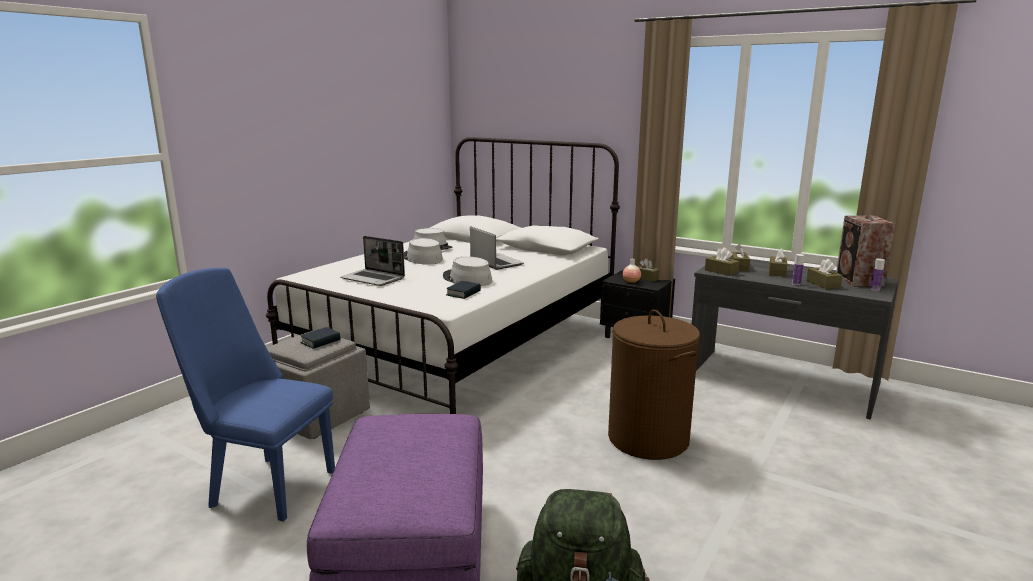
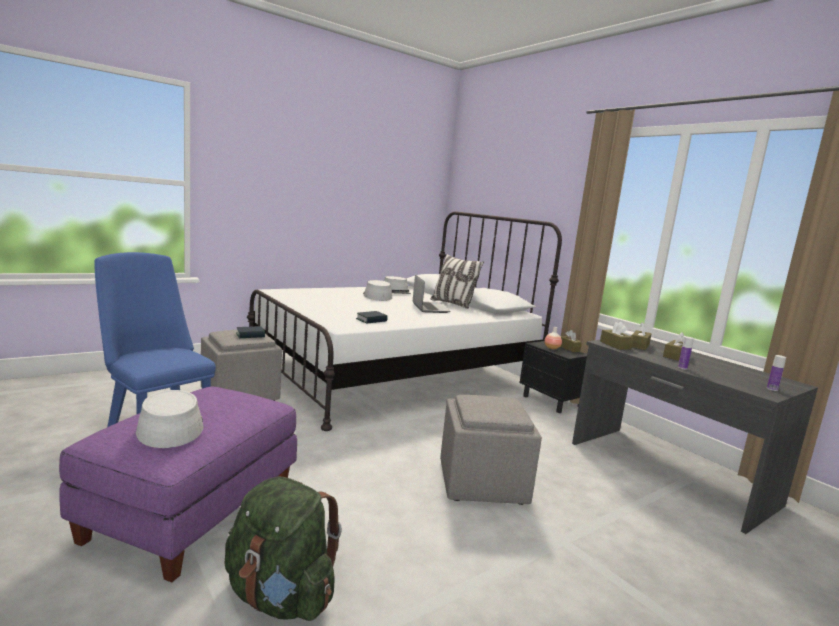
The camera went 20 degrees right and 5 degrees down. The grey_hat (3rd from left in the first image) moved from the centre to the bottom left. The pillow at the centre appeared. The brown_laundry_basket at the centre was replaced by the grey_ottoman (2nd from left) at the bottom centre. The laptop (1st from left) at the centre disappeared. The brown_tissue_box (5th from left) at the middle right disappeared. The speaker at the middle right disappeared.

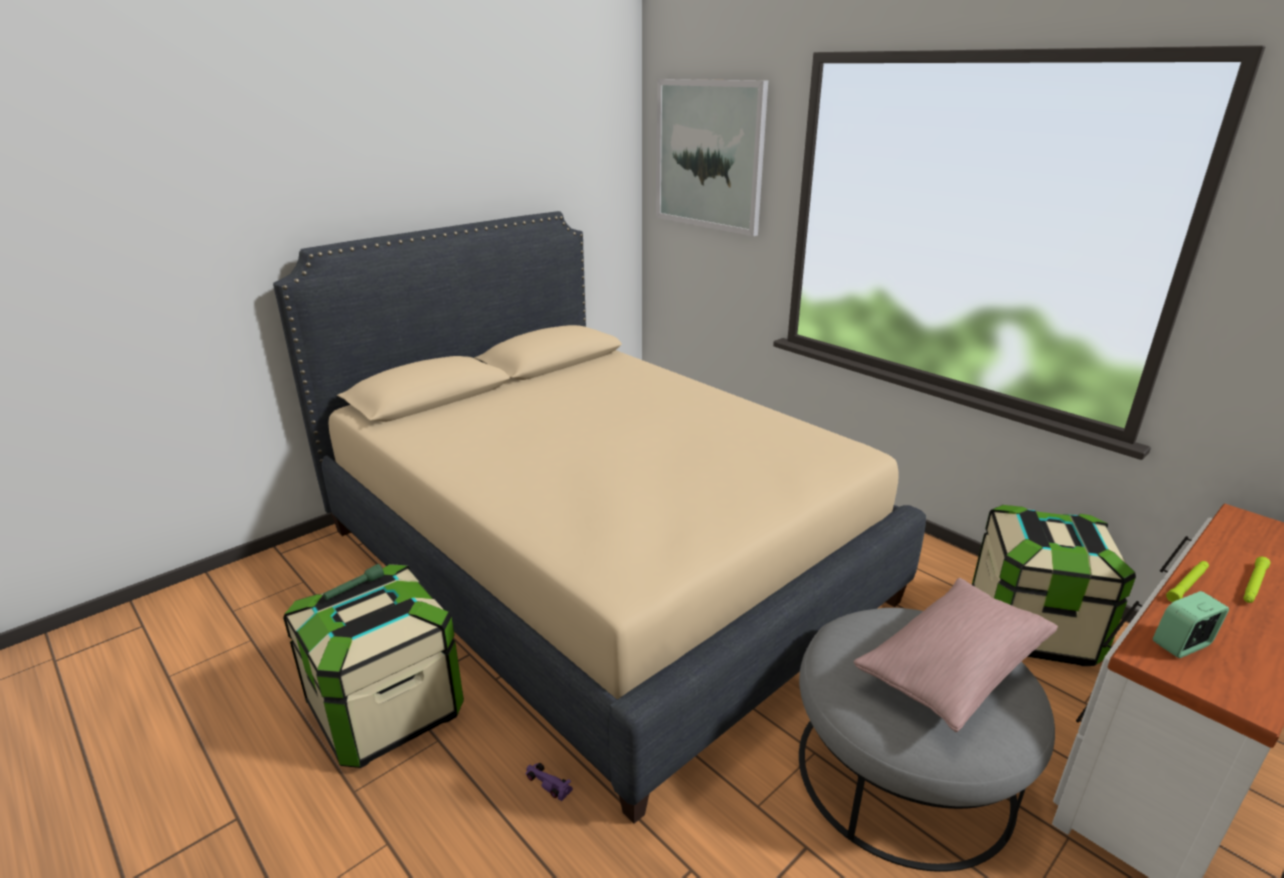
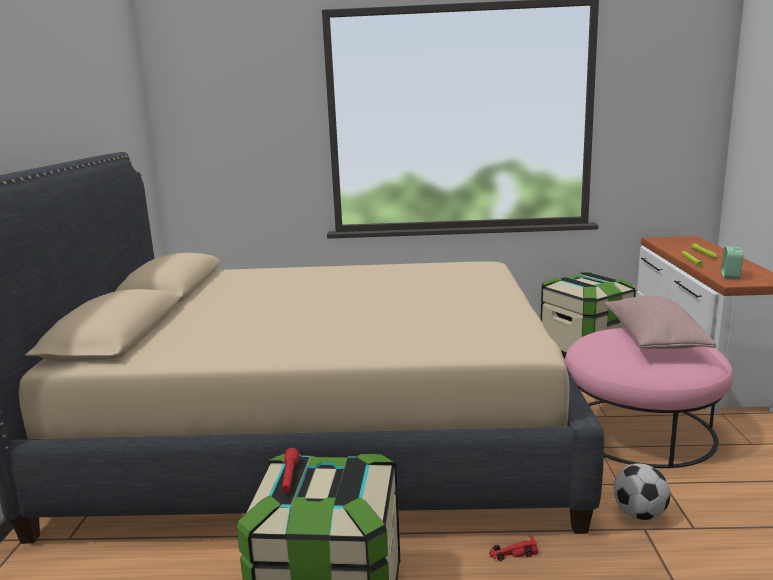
The camera went 45 degrees left and 10 degrees down. The green_flashlight (1st from left) at the middle left became the red_flashlight at the bottom centre. The purple_toy_car at the bottom centre became the red_toy_car at the bottom centre. The grey_ottoman at the bottom right became the pink_ottoman at the bottom right. The football at the bottom right appeared. The picture at the top centre disappeared.

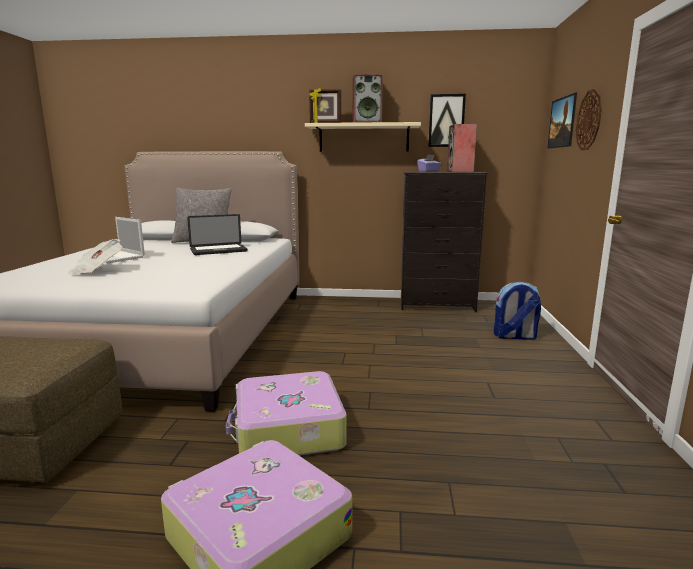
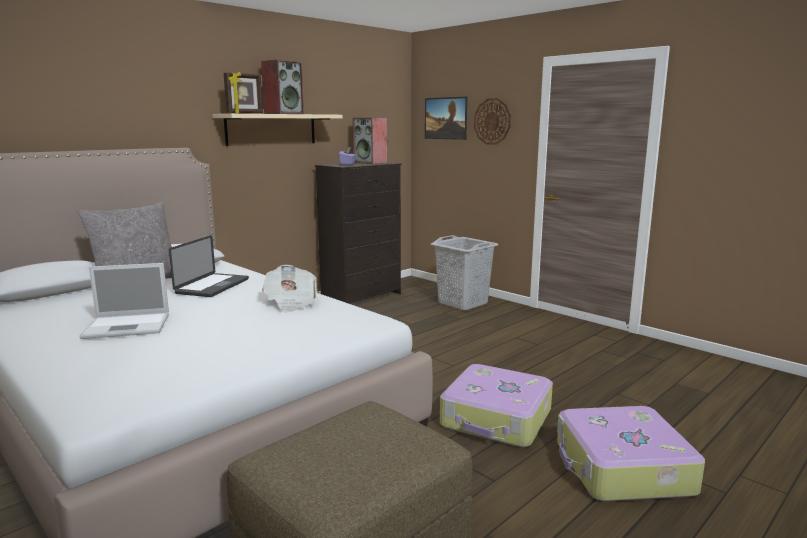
The camera went 50 degrees left and 0 degrees up. The newspaper moved from the middle left to the centre. The backpack at the middle right was replaced by the grey_laundry_basket at the centre. The picture (1st from left) at the top centre disappeared.

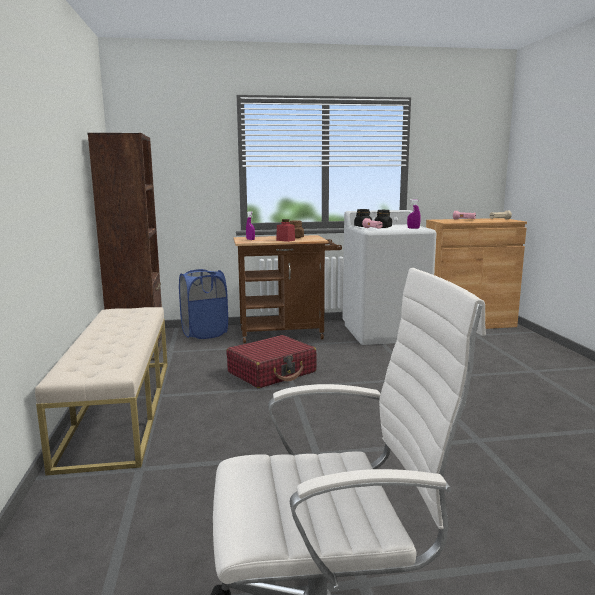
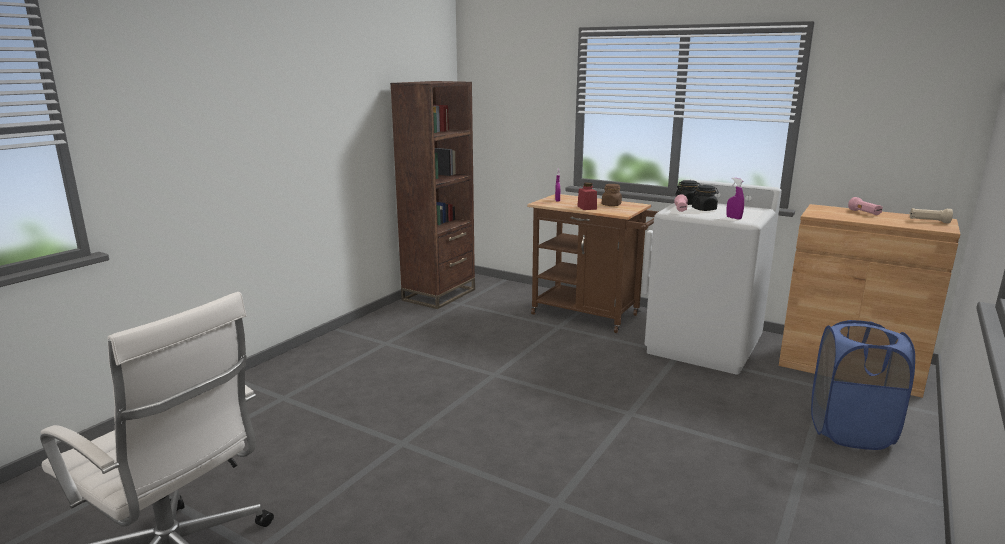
The camera went 40 degrees right and 5 degrees up. The blue_laundry_basket moved from the centre to the bottom right. The beige_bench at the middle left disappeared. The red_suitcase at the centre disappeared.

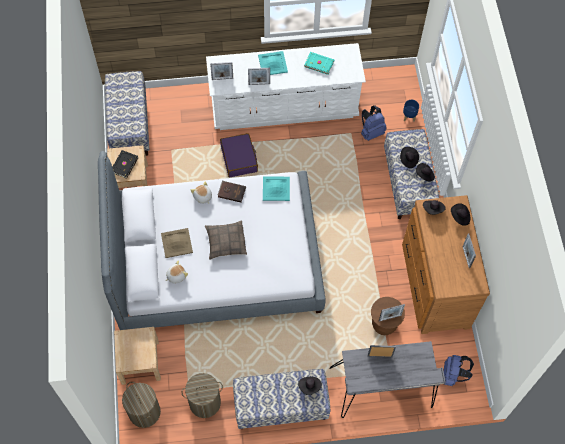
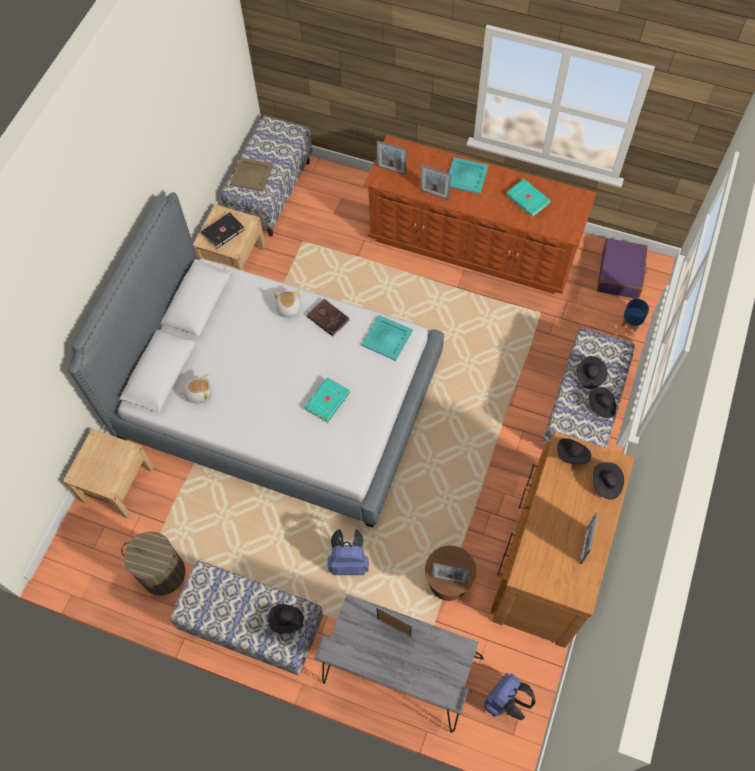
The camera went 30 degrees right and 0 degrees up. The beige_tray moved from the middle left to the top left. The turquoise_book (1st from left) at the centre appeared. The blue_backpack (1st from left) moved from the top centre to the bottom centre. The white_dresser at the top centre became the brown_dresser (1st from left) at the top centre. The purple_suitcase moved from the centre to the middle right. The laundry_basket (1st from left) at the bottom left disappeared. The pillow at the centre disappeared.

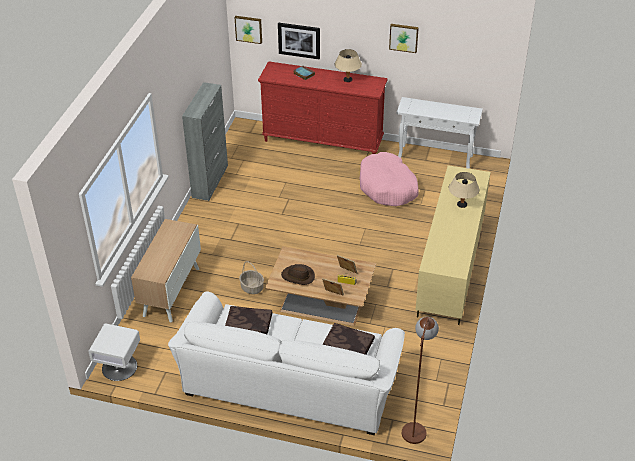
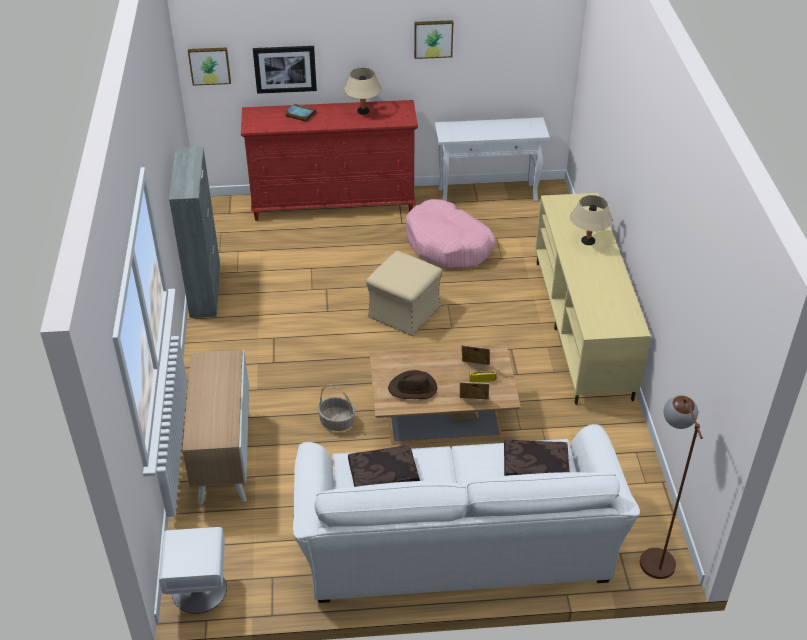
The camera went 20 degrees left and 0 degrees up. The beige_ottoman at the centre appeared.

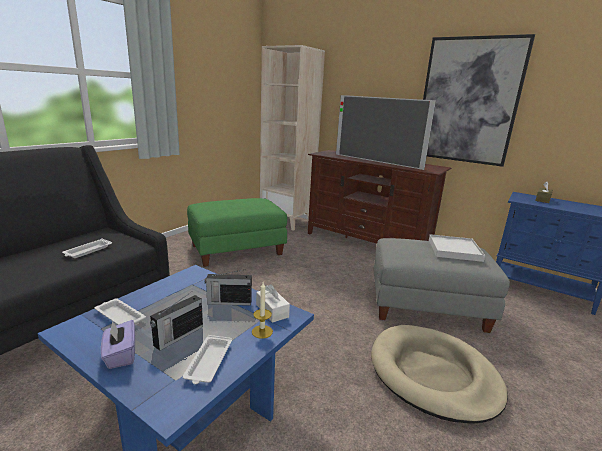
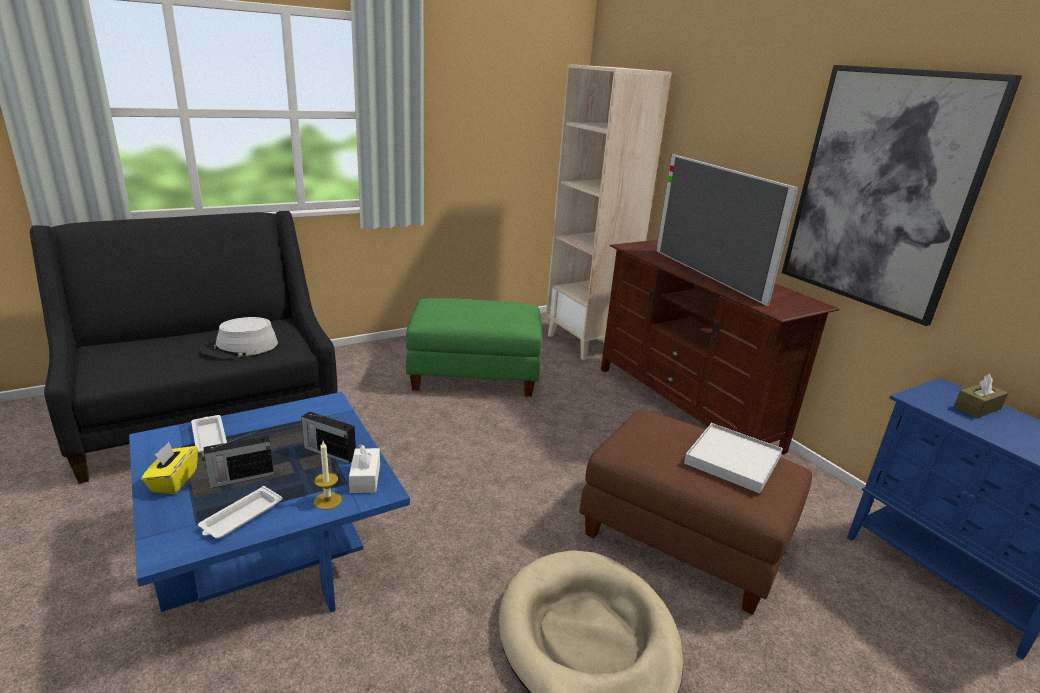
The camera went 25 degrees right and 5 degrees up. The purple_tissue_box at the bottom left became the yellow_tissue_box at the bottom left. The white_tray (1st from left) at the middle left was replaced by the grey_hat at the middle left. The grey_ottoman at the middle right became the brown_ottoman at the bottom right.

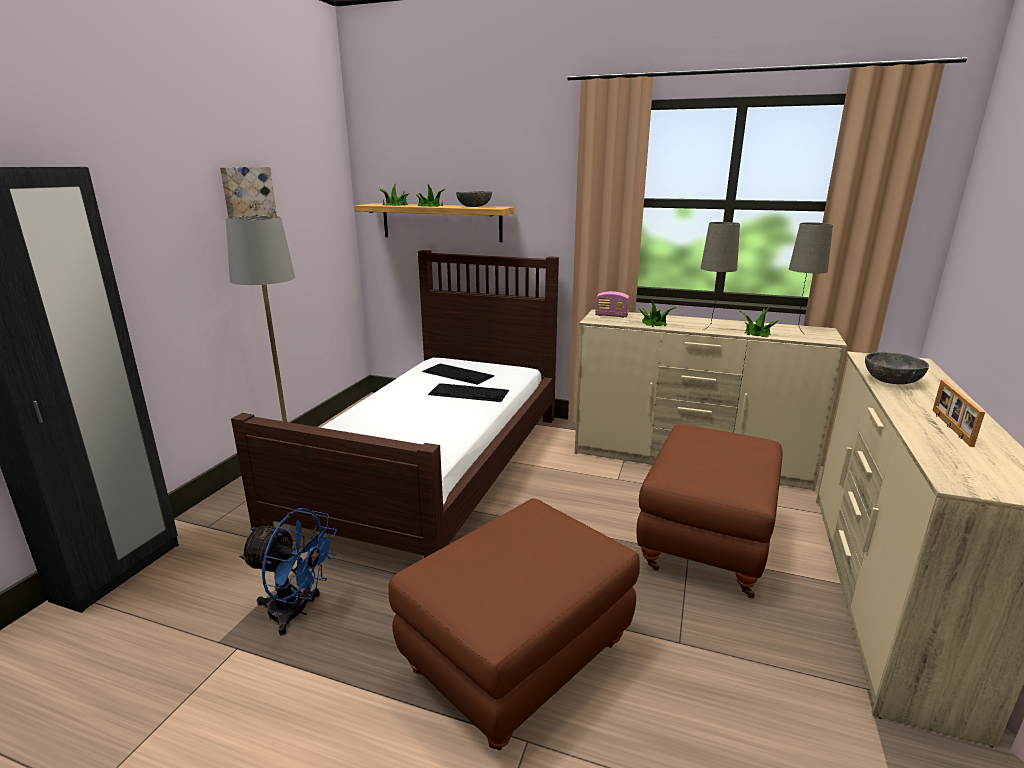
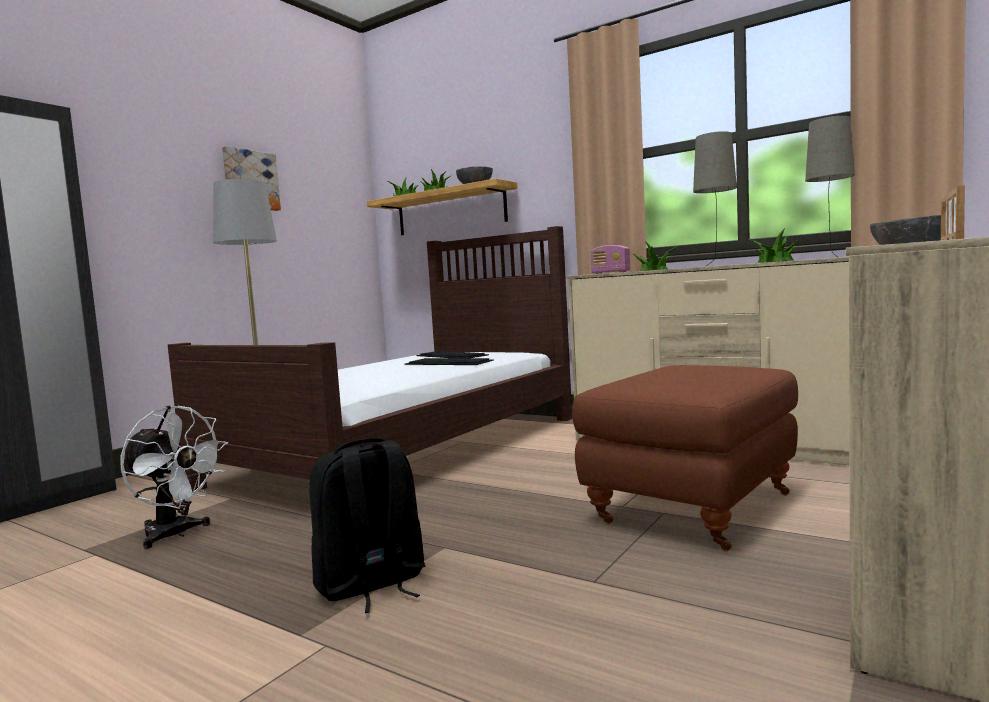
The camera went 15 degrees right and 15 degrees down. The blue_fan at the bottom left became the white_fan at the bottom left. The brown_ottoman (1st from left) at the bottom centre was replaced by the black_backpack at the bottom centre.

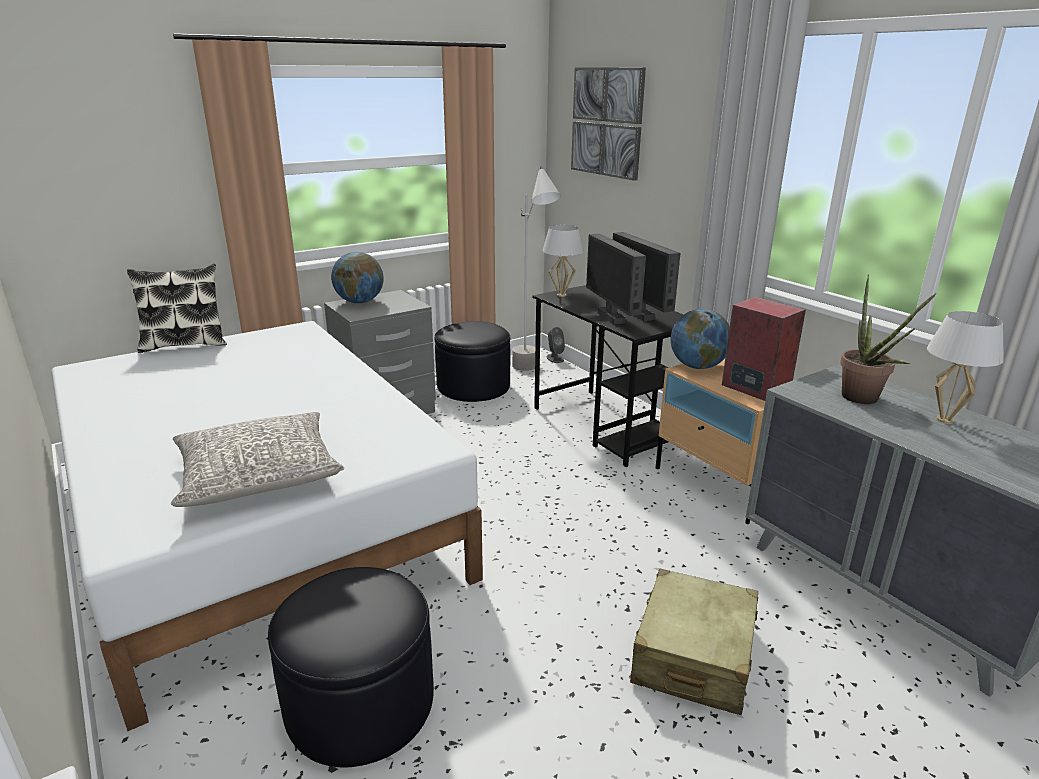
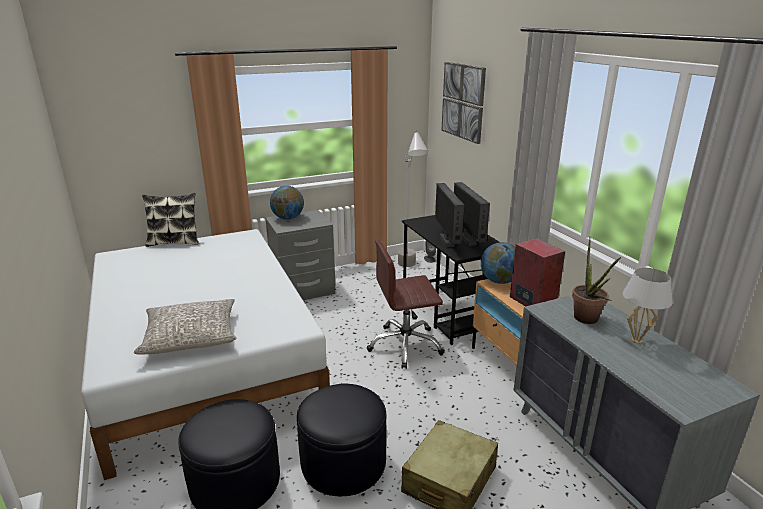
The camera went 10 degrees right and 0 degrees up. The black_ottoman (2nd from left) moved from the centre to the bottom centre. The brown_office_chair at the centre appeared. The white_table_lamp (1st from left) at the centre disappeared.

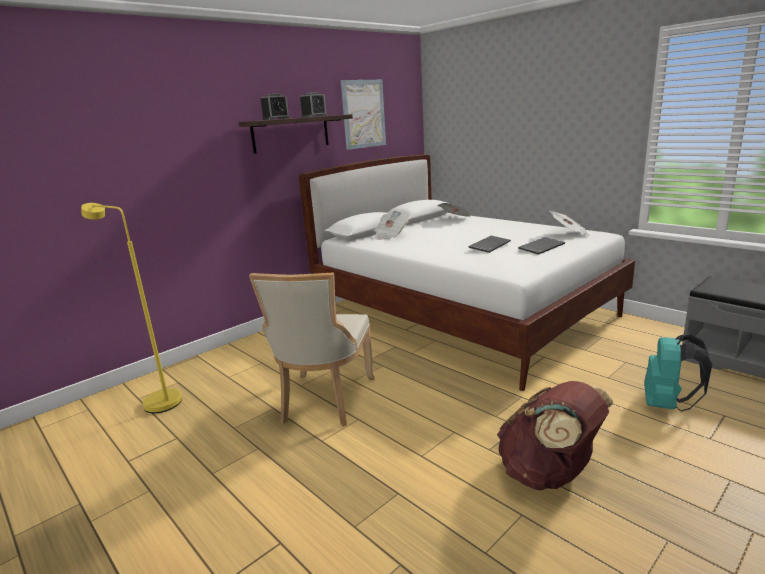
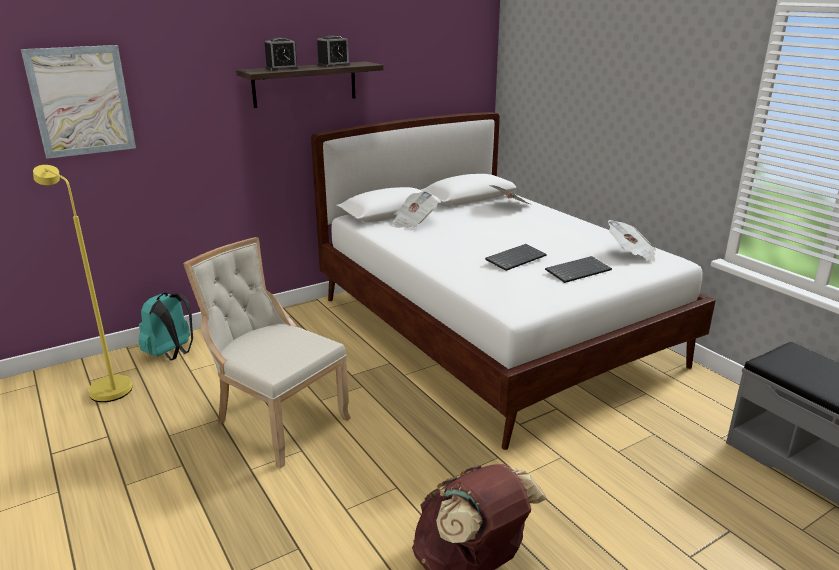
The camera went 10 degrees right and 5 degrees up. The picture moved from the top centre to the top left. The turquoise_backpack moved from the middle right to the middle left. The beige_chair at the centre turned 105 degrees clockwise.

